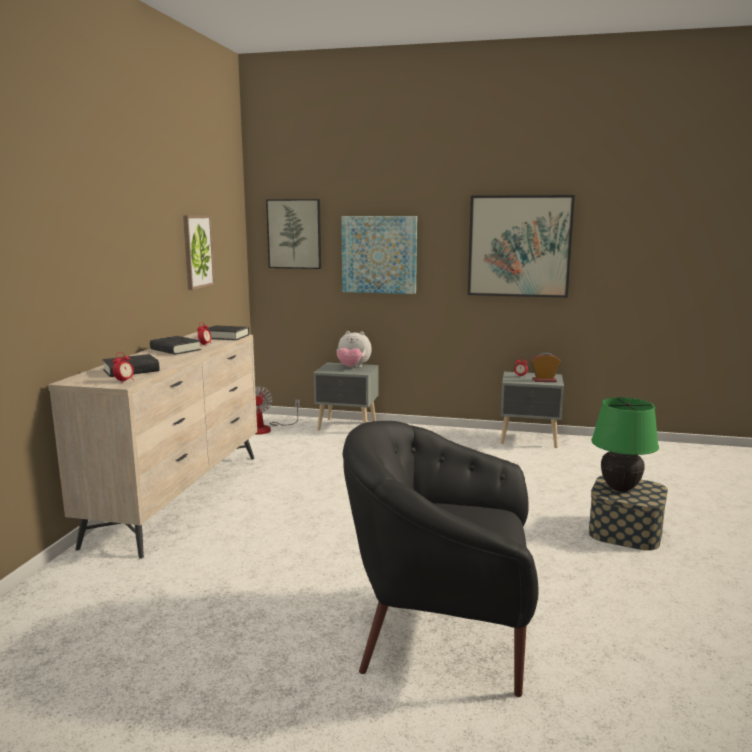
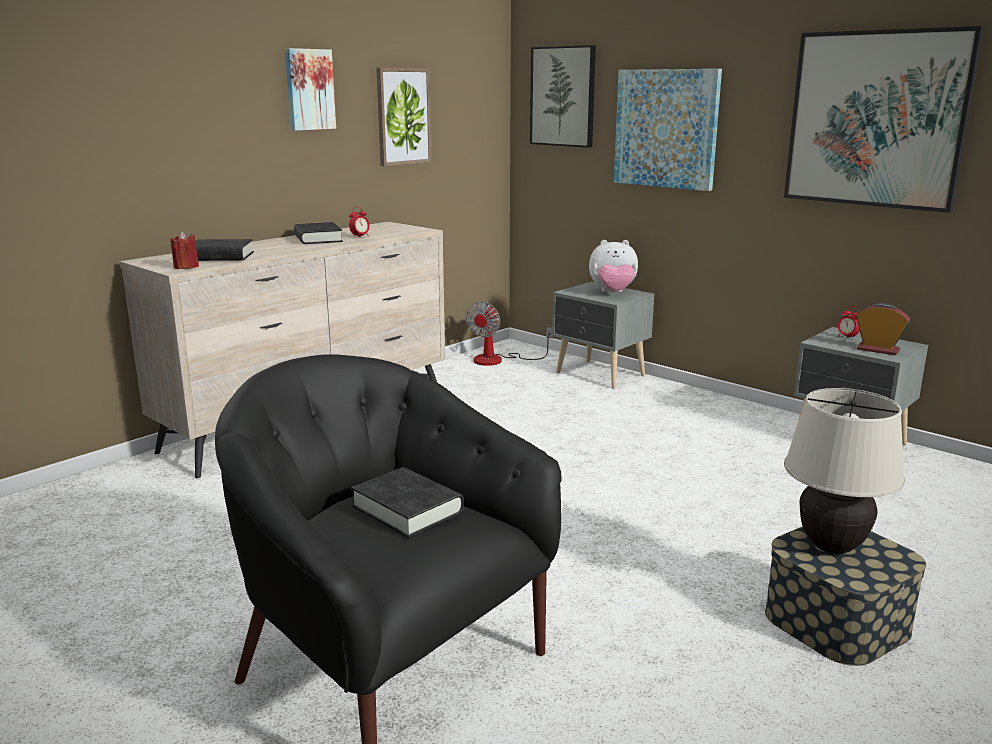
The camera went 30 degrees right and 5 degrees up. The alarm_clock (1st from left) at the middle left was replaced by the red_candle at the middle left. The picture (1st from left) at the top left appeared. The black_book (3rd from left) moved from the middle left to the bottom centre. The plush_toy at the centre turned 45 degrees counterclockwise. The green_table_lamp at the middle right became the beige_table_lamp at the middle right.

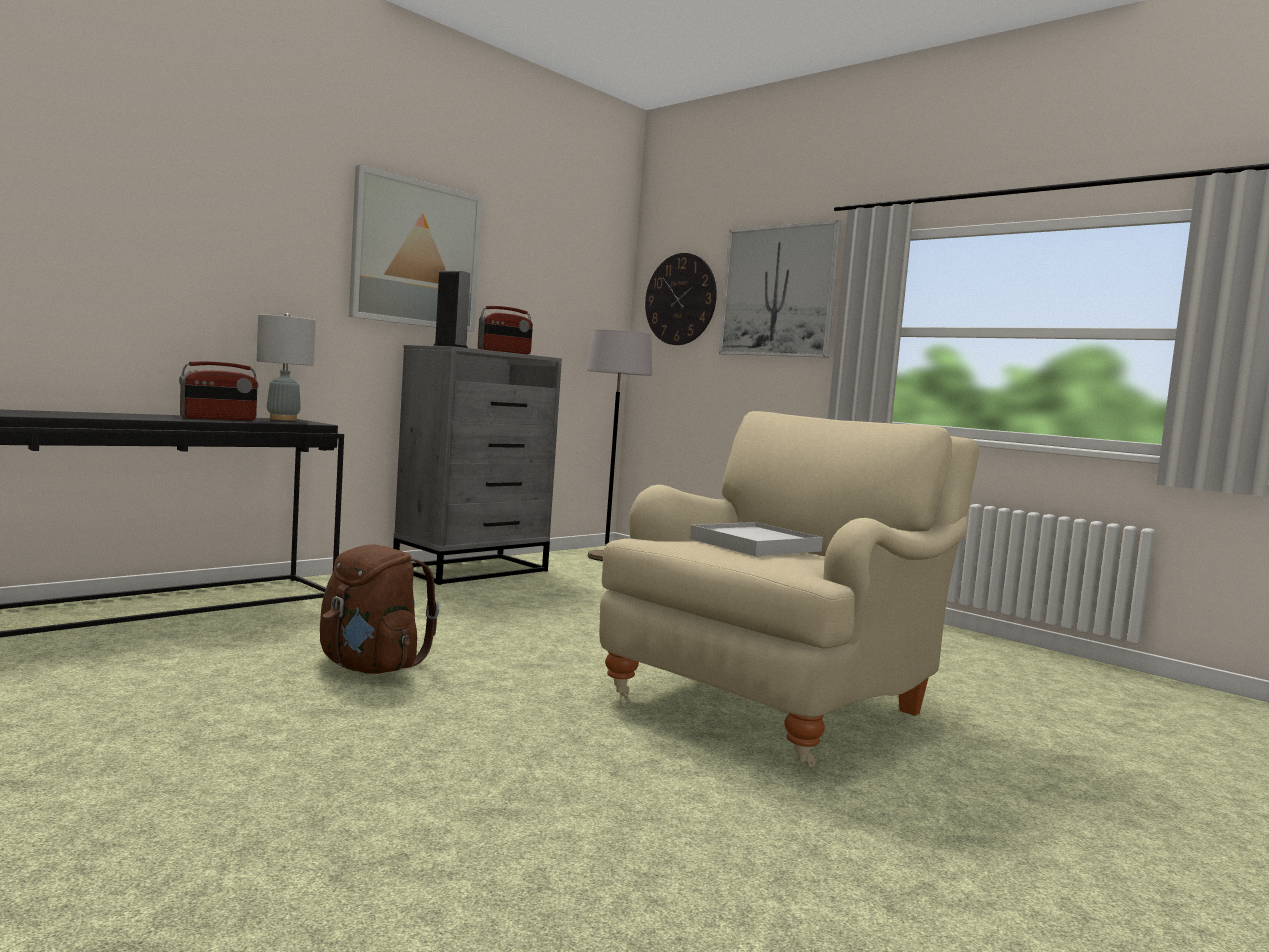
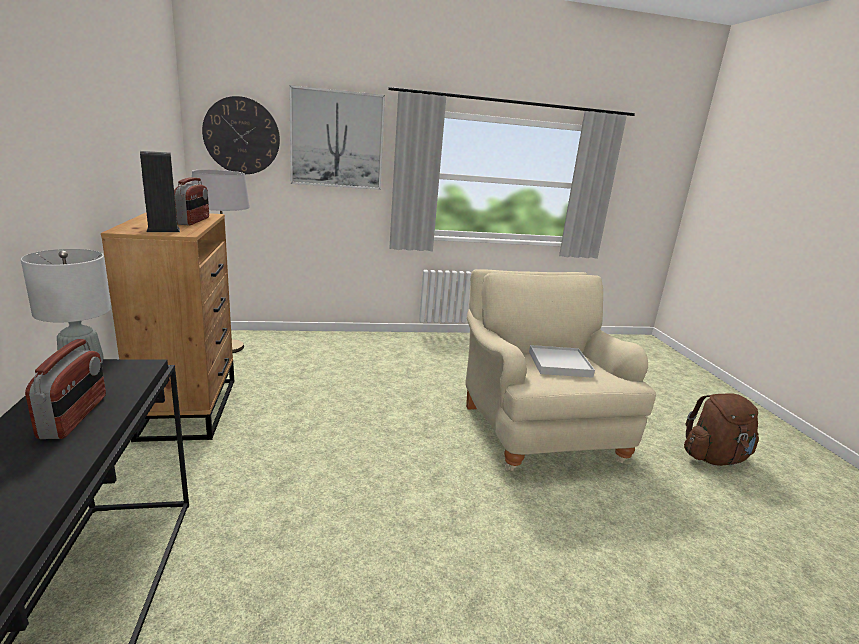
The camera went 55 degrees left and 15 degrees up. The grey_dresser at the centre became the brown_dresser at the middle left. The brown_backpack moved from the middle left to the middle right. The picture (1st from left) at the top left disappeared.

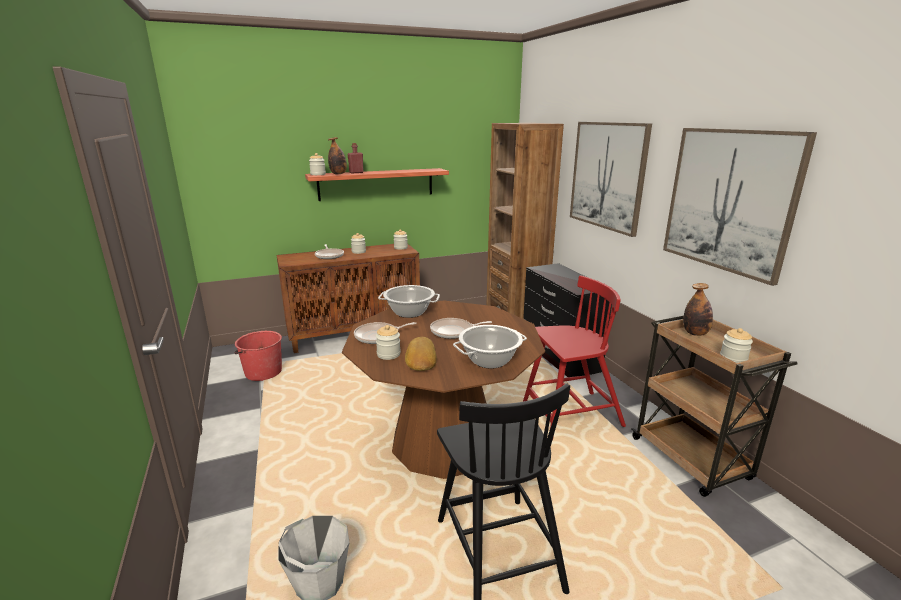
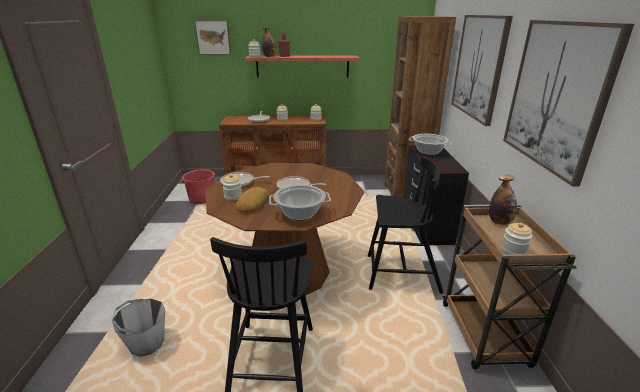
The camera went 20 degrees right and 5 degrees up. The picture (1st from left) at the top left appeared. The red_chair at the centre became the black_chair (2nd from left) at the centre. The cooking_pot (1st from left in the first image) moved from the centre to the middle right.

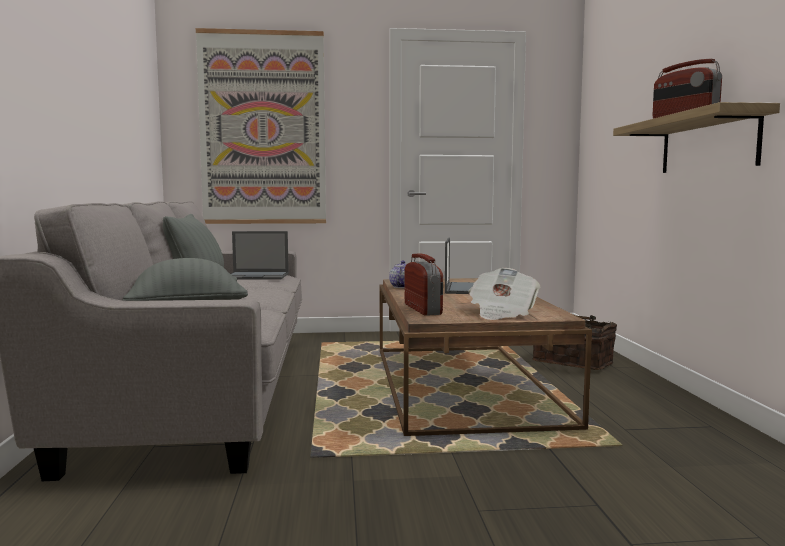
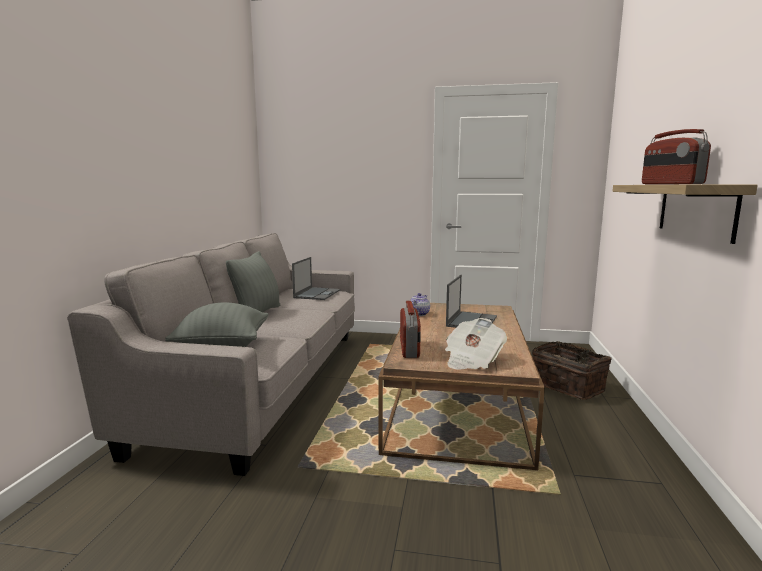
The camera went 15 degrees right and 5 degrees up. The laptop (1st from left) at the middle left turned 90 degrees counterclockwise. The picture at the top left disappeared.

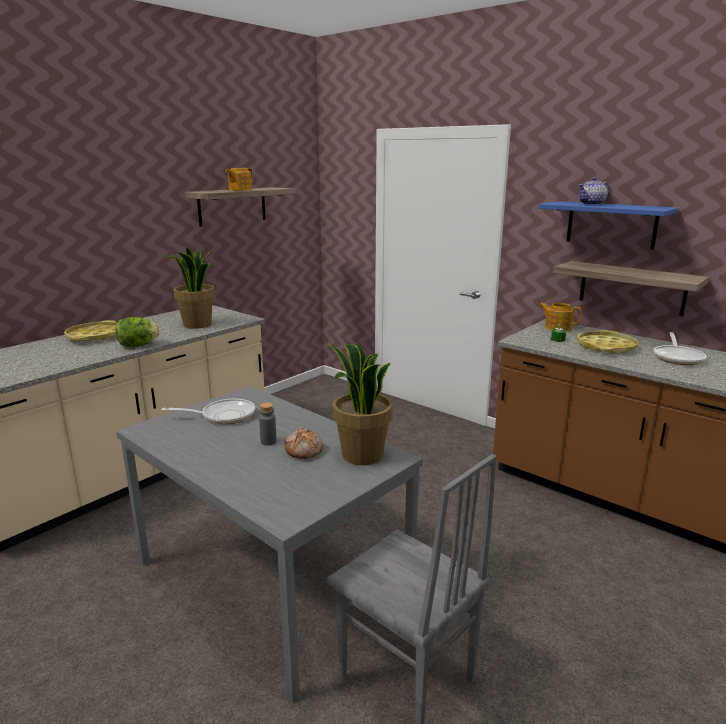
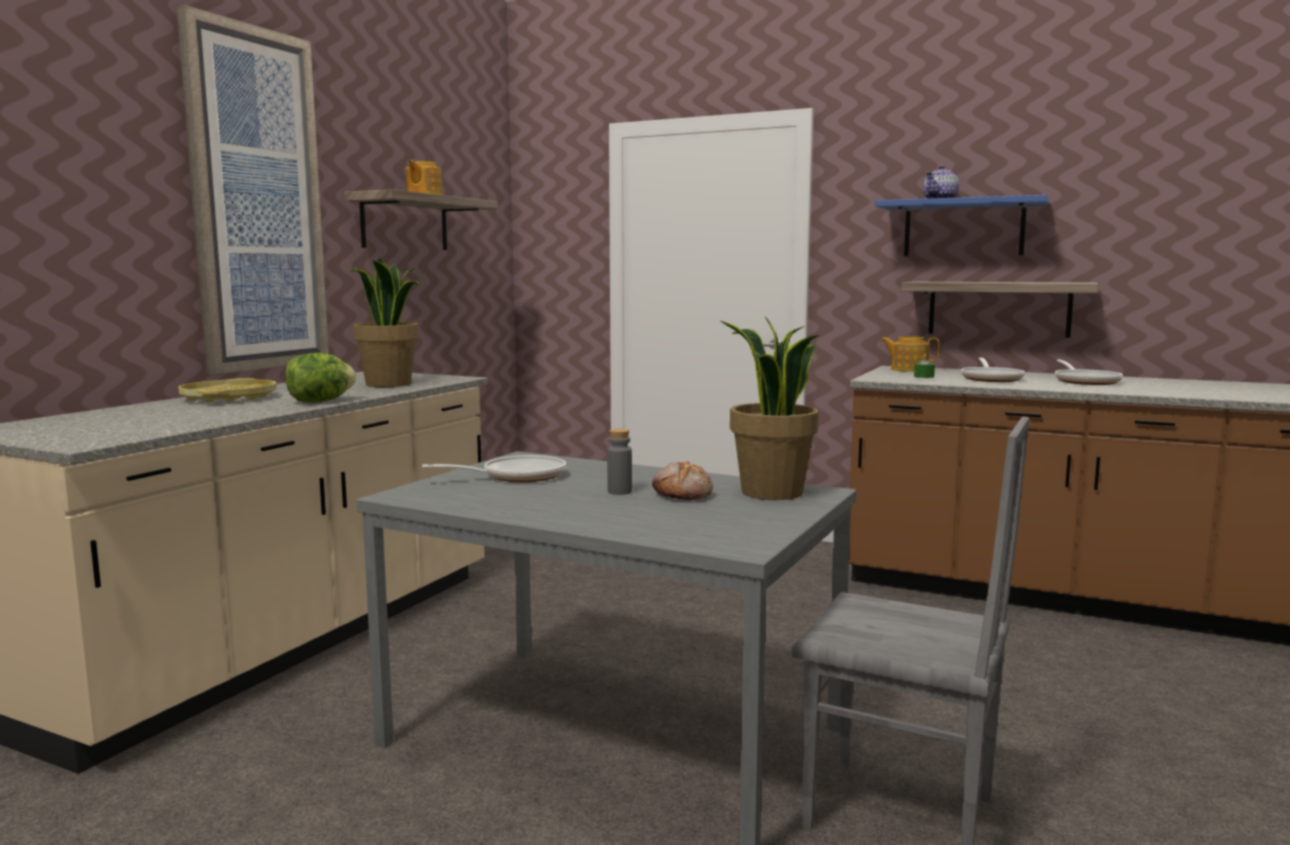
The camera went 15 degrees left and 10 degrees down. The picture at the top left appeared. The yellow_tray (2nd from left) at the middle right was replaced by the frying_pan (2nd from left) at the middle right.

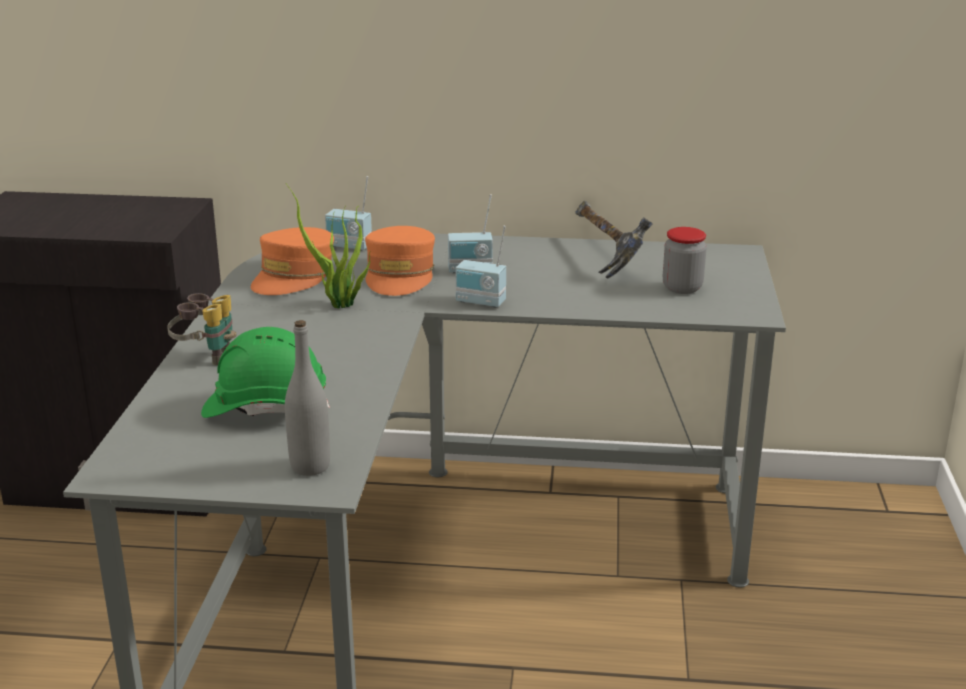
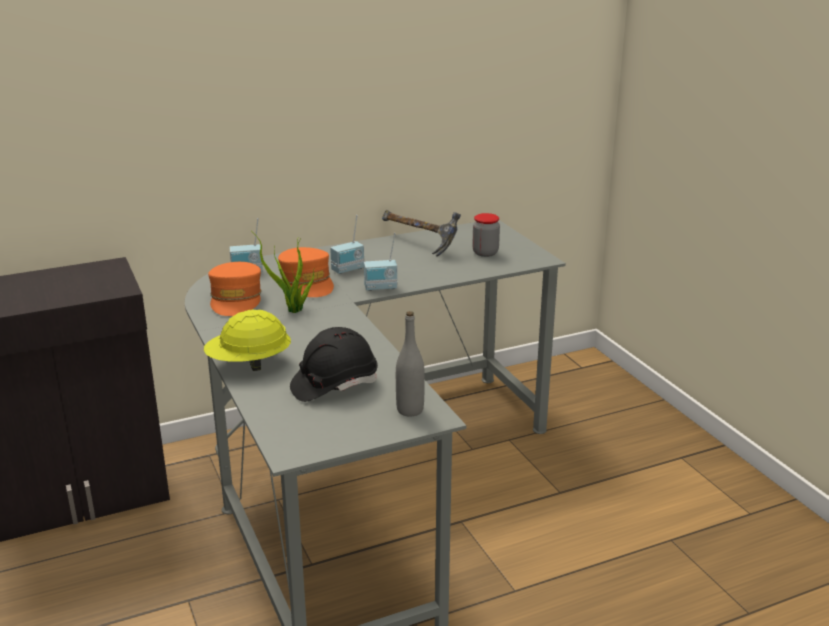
The camera went 30 degrees left and 0 degrees up. The binoculars at the middle left was replaced by the yellow_hard_hat at the middle left. The green_hard_hat at the middle left became the black_hard_hat at the centre.

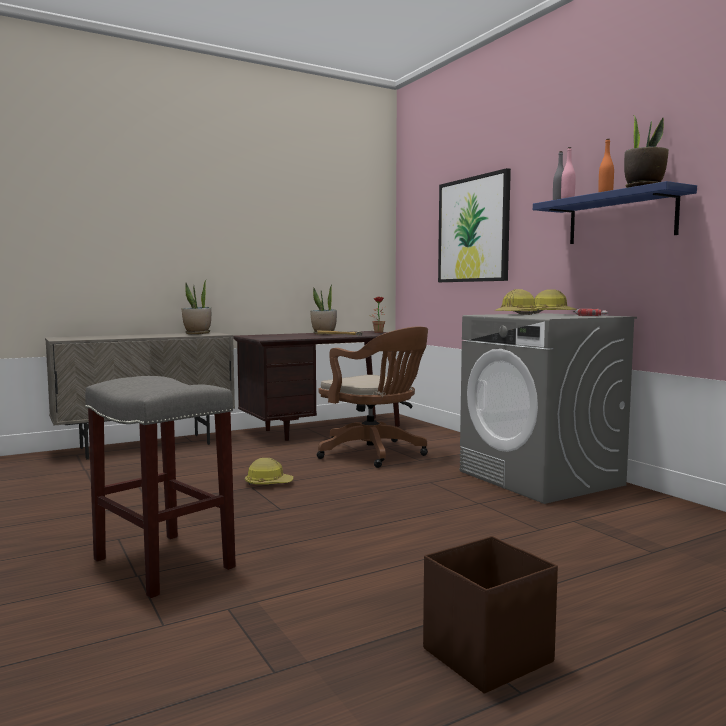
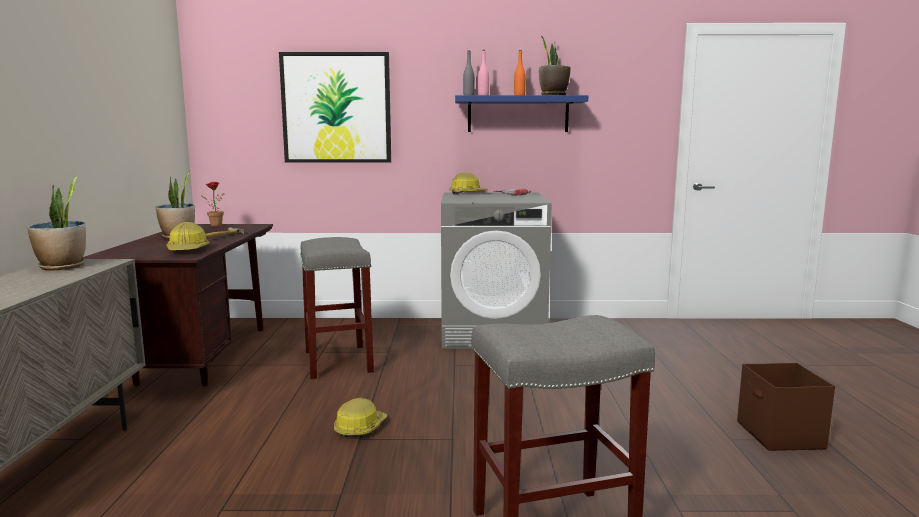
The camera went 60 degrees left and 5 degrees up. The hard_hat (2nd from left in the first image) moved from the middle right to the middle left. The brown_office_chair at the centre was replaced by the grey_stool (1st from left) at the centre.

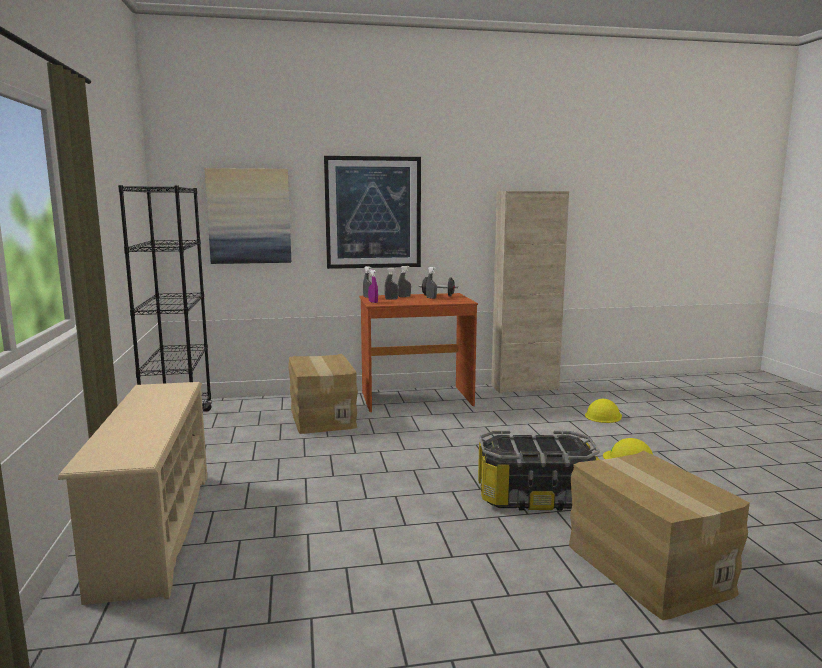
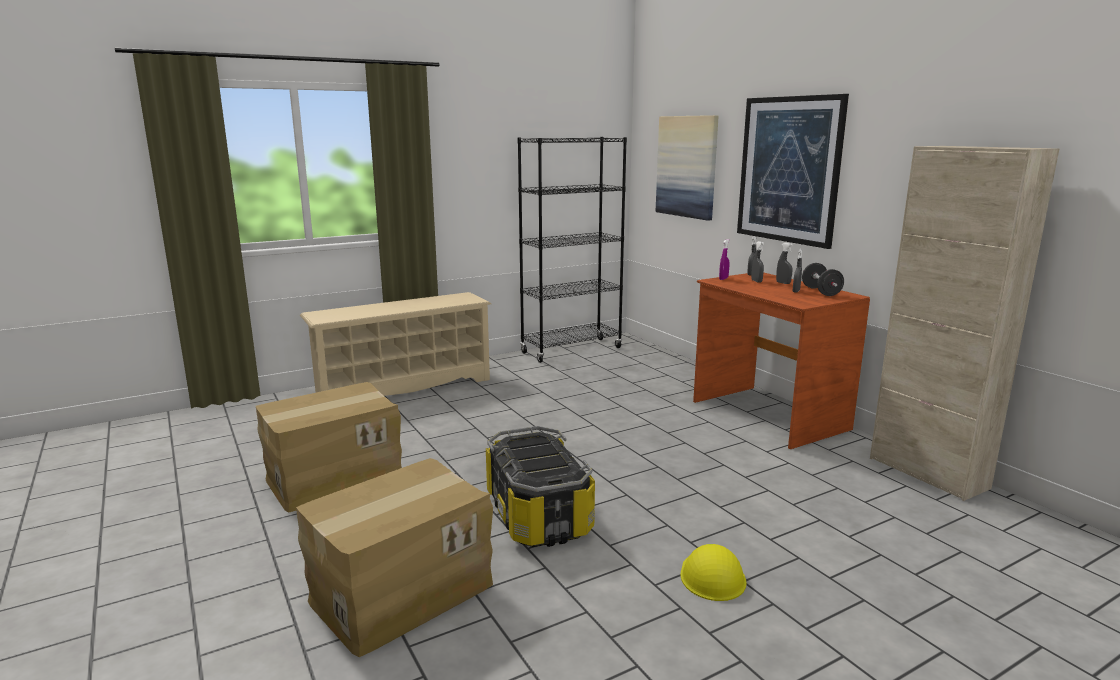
The camera went 70 degrees right and 5 degrees up. The cardboard_box (1st from left) moved from the centre to the middle left. The yellow_hard_hat (1st from left) at the middle right disappeared.

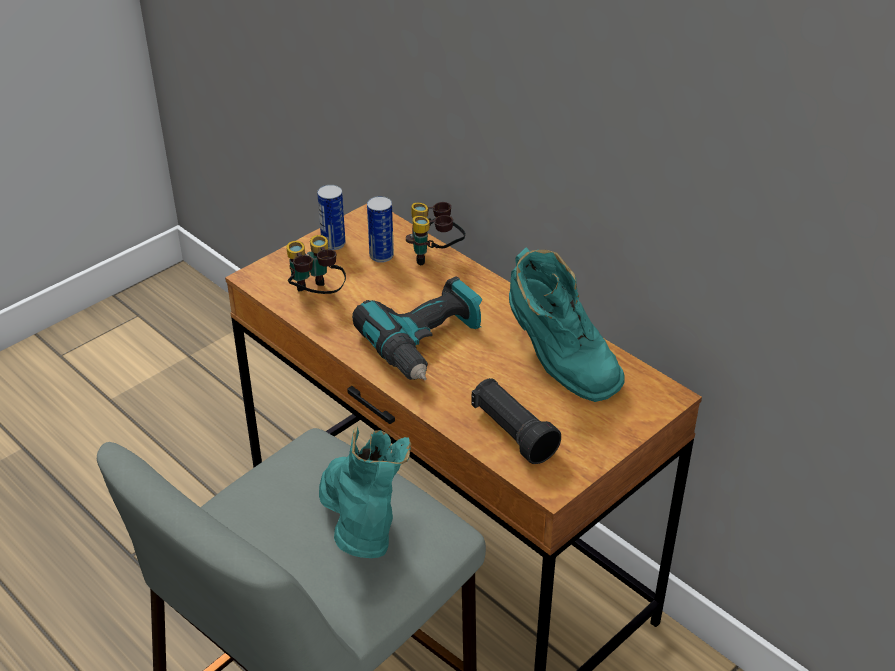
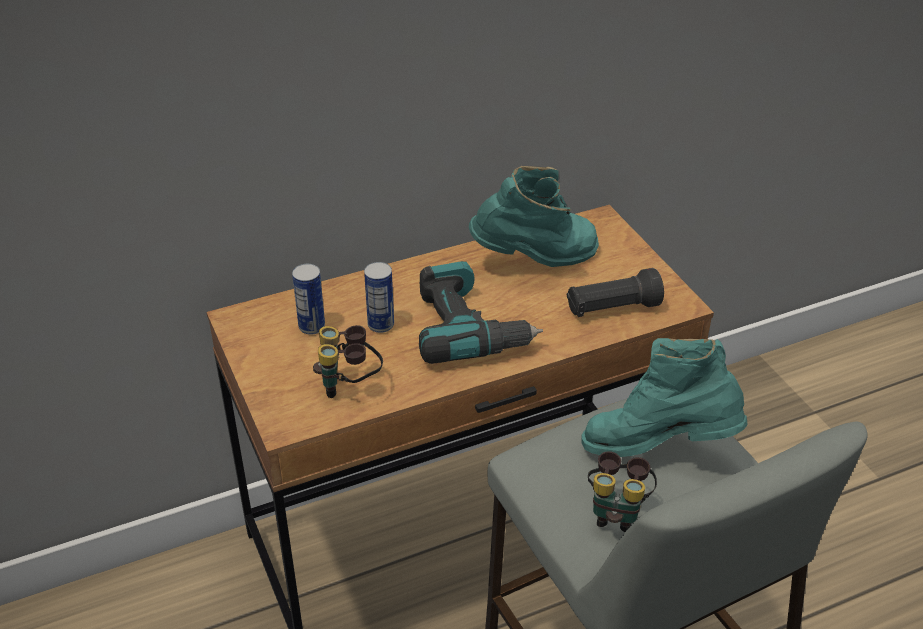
The camera went 70 degrees left and 0 degrees up. The can (1st from left in the first image) moved from the top centre to the centre. The binoculars (2nd from left) moved from the centre to the bottom right.

